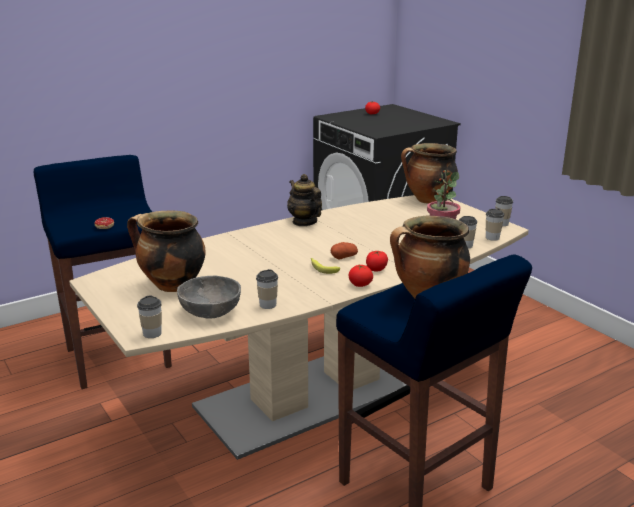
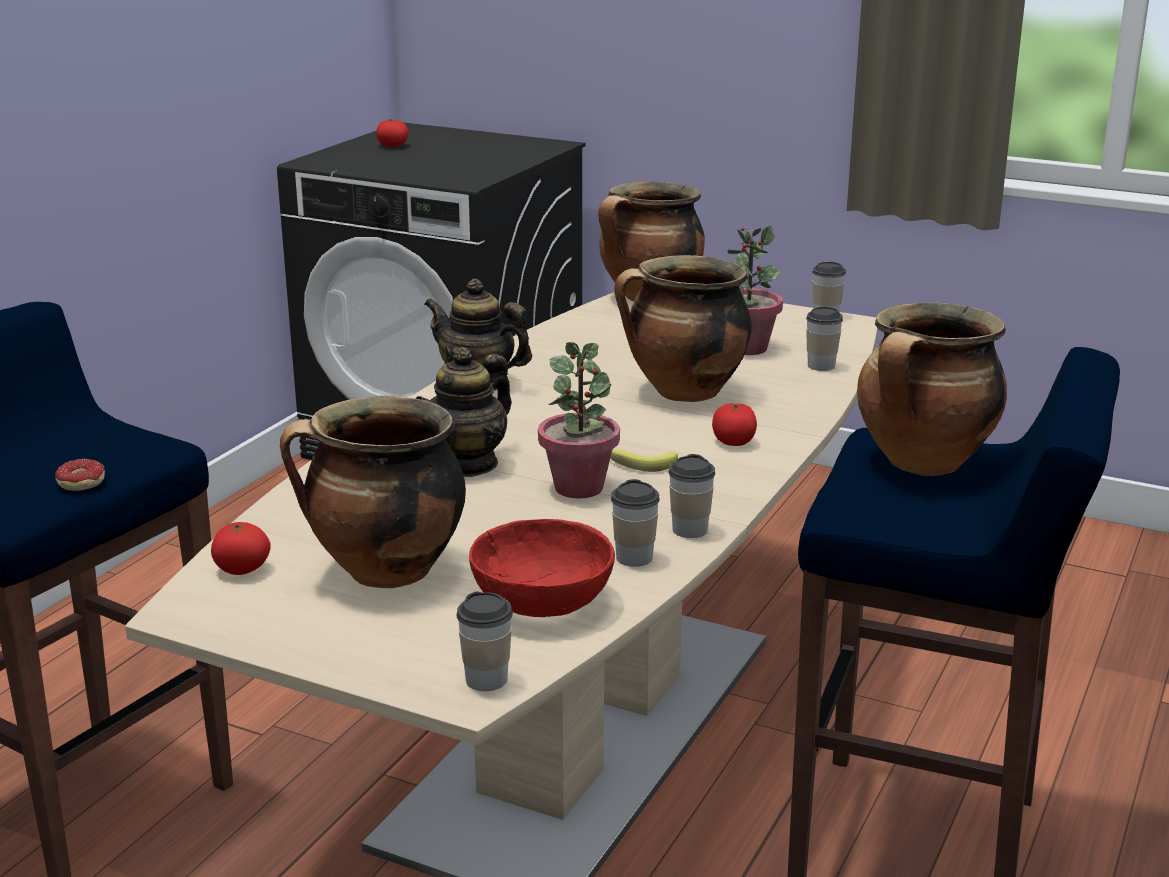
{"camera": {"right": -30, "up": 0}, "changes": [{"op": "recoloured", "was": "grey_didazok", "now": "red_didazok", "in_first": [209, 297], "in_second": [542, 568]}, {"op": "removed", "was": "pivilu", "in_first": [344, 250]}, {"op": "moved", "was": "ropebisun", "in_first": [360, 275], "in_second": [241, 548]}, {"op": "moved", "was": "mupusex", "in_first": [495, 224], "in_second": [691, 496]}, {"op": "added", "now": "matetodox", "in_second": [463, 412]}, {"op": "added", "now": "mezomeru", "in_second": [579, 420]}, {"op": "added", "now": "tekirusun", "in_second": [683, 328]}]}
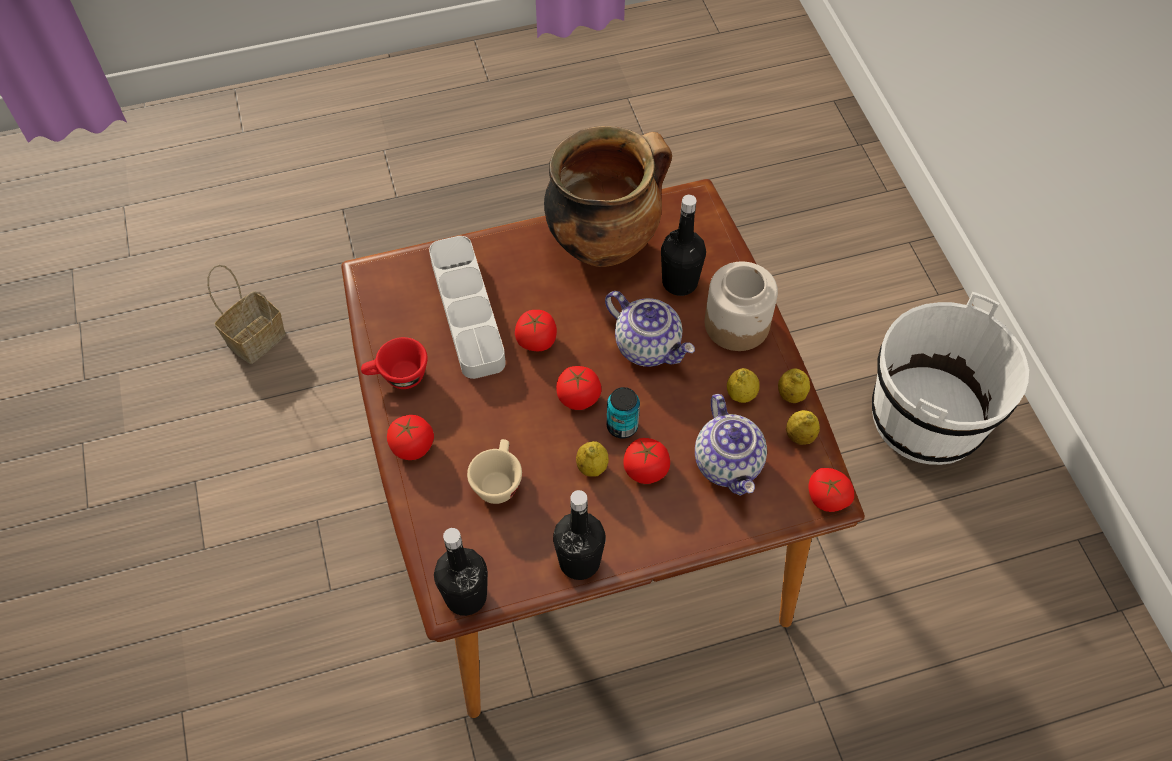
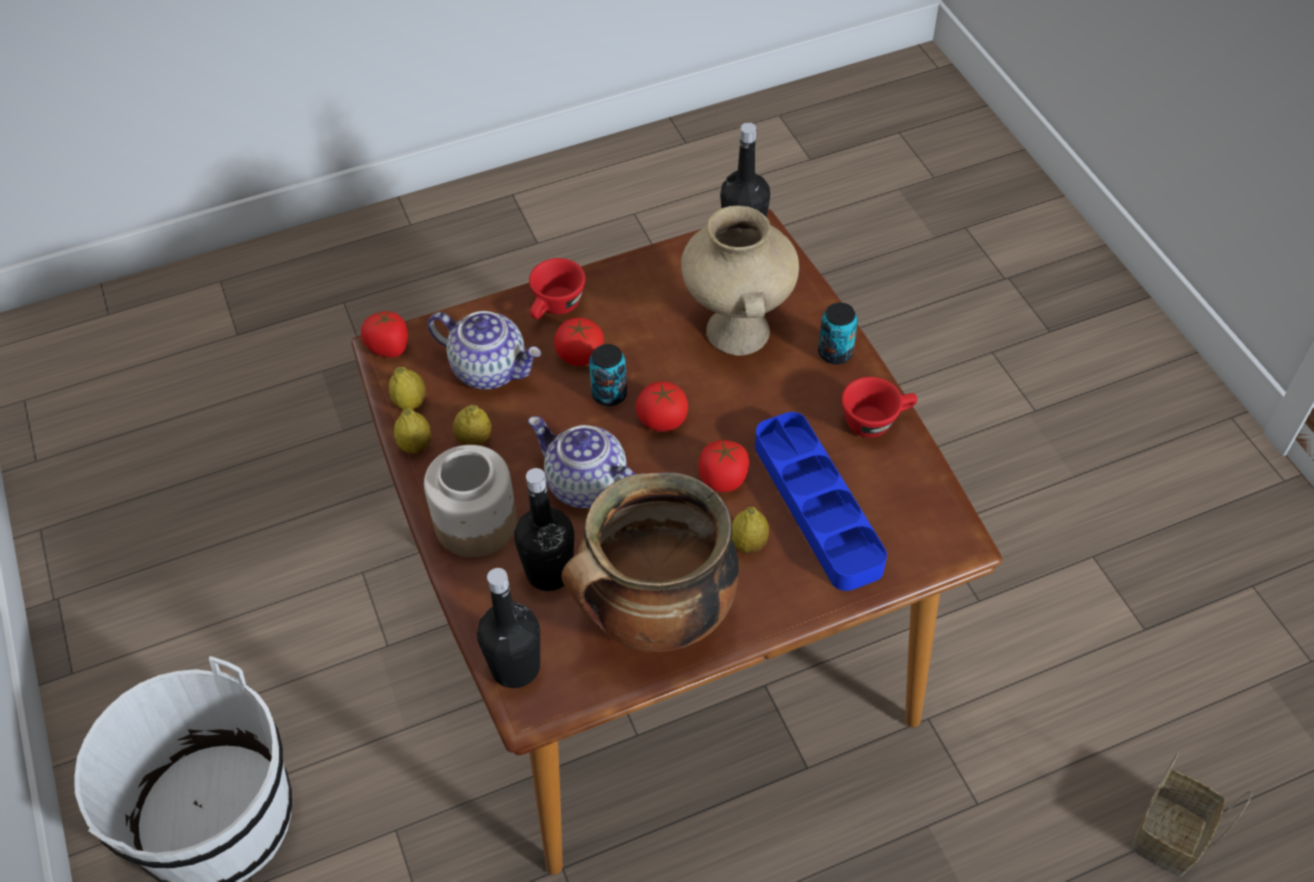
{"camera": {"right": 175, "up": -5}, "changes": [{"op": "replaced", "was": "ropebisun", "now": "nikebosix", "in_first": [410, 437], "in_second": [838, 333]}, {"op": "recoloured", "was": "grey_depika", "now": "blue_depika", "in_first": [467, 307], "in_second": [821, 501]}, {"op": "replaced", "was": "beige_mupusex", "now": "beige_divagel", "in_first": [494, 471], "in_second": [740, 281]}, {"op": "moved", "was": "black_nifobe", "in_first": [579, 535], "in_second": [508, 628]}, {"op": "moved", "was": "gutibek", "in_first": [592, 459], "in_second": [750, 530]}, {"op": "turned", "was": "matetodox", "in_first": [731, 445], "in_second": [485, 350], "clockwise": 135}, {"op": "added", "now": "red_mupusex", "in_second": [557, 288]}]}
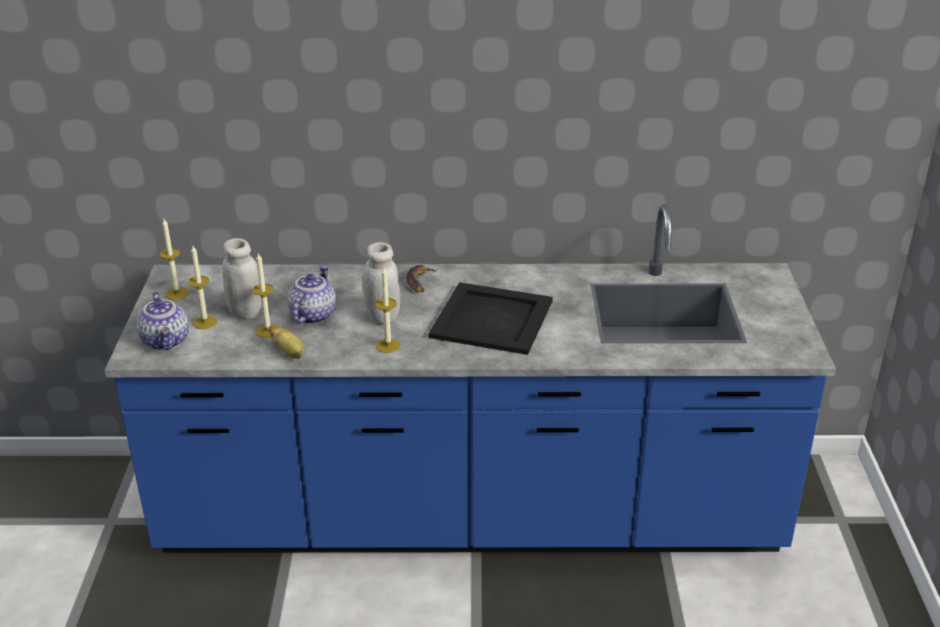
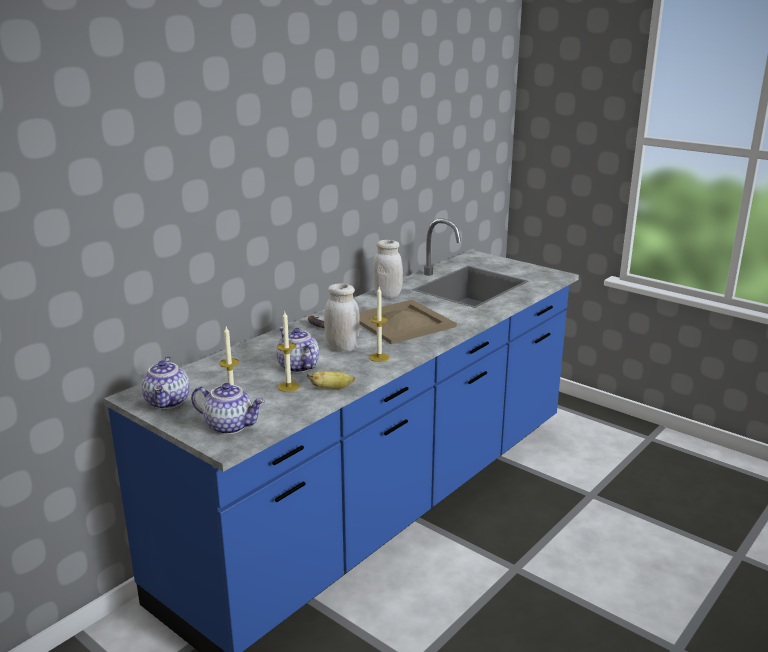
{"camera": {"right": -50, "up": -10}, "changes": [{"op": "replaced", "was": "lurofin", "now": "matetodox", "in_first": [174, 259], "in_second": [165, 382]}, {"op": "moved", "was": "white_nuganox", "in_first": [242, 279], "in_second": [388, 269]}, {"op": "recoloured", "was": "black_depika", "now": "beige_depika", "in_first": [490, 318], "in_second": [408, 322]}]}
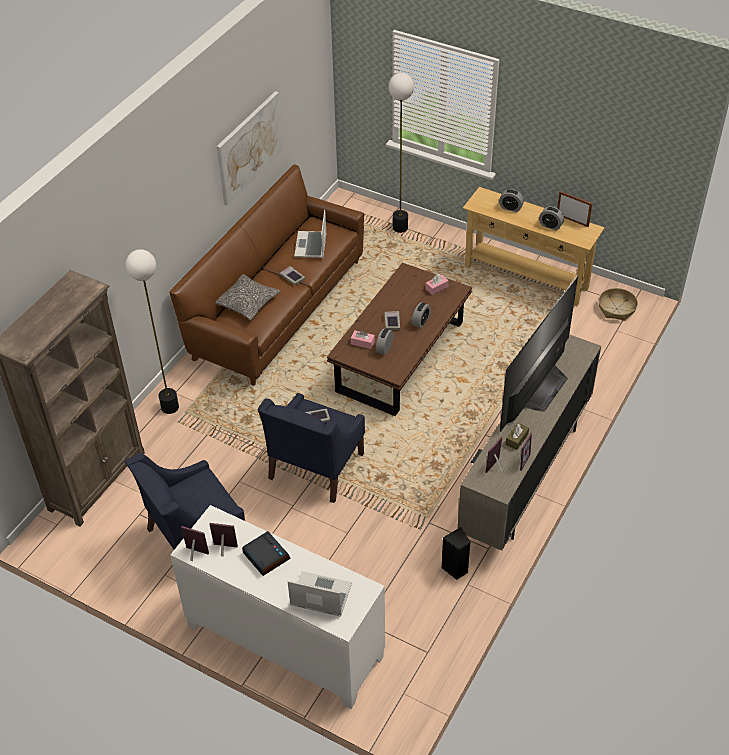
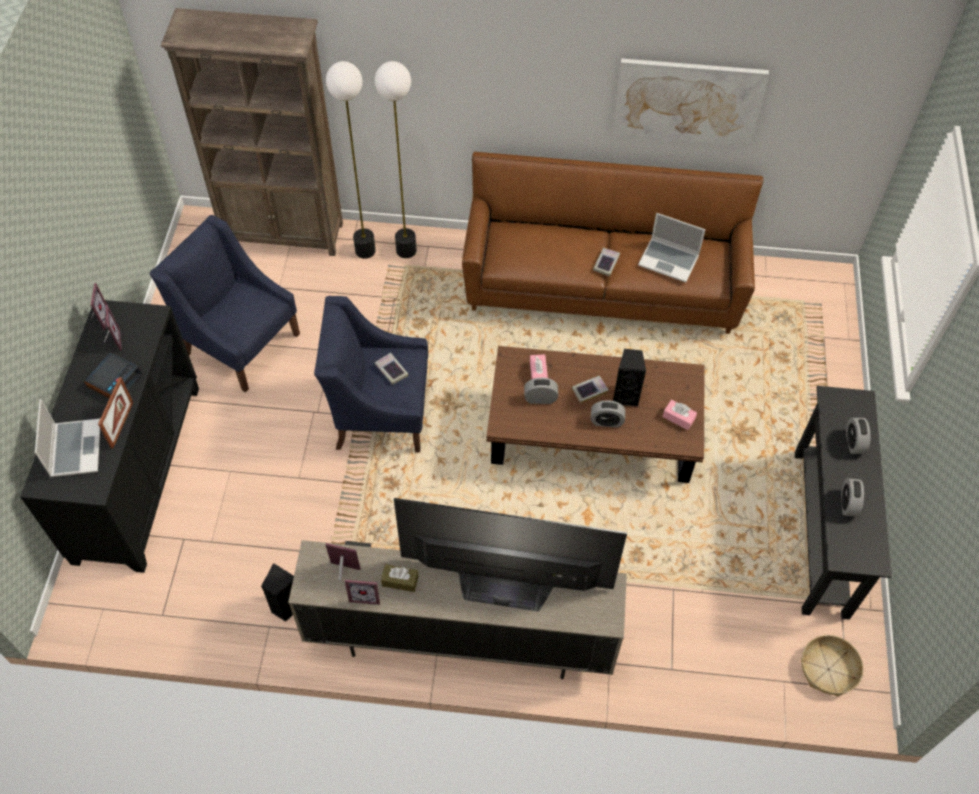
{"camera": {"right": 65, "up": 10}, "changes": [{"op": "recoloured", "was": "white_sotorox", "now": "black_sotorox", "in_first": [277, 607], "in_second": [109, 436]}, {"op": "removed", "was": "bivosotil", "in_first": [248, 297]}, {"op": "turned", "was": "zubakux", "in_first": [310, 234], "in_second": [671, 248], "clockwise": -135}, {"op": "moved", "was": "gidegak", "in_first": [401, 153], "in_second": [351, 160]}, {"op": "recoloured", "was": "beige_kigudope", "now": "black_kigudope", "in_first": [534, 246], "in_second": [843, 502]}, {"op": "moved", "was": "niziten", "in_first": [575, 209], "in_second": [115, 413]}, {"op": "added", "now": "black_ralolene", "in_second": [629, 377]}]}
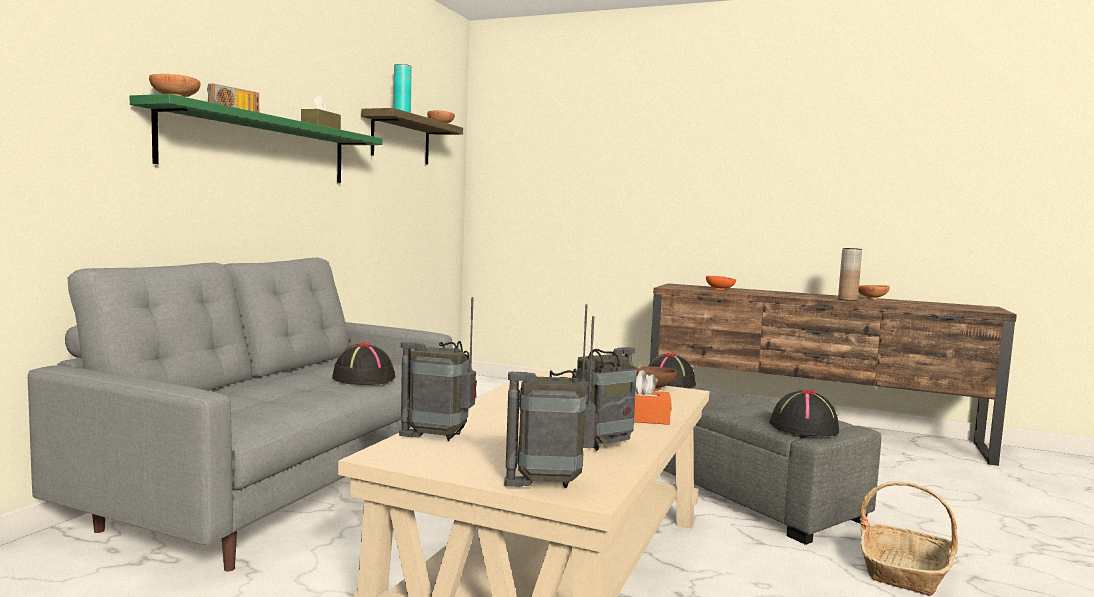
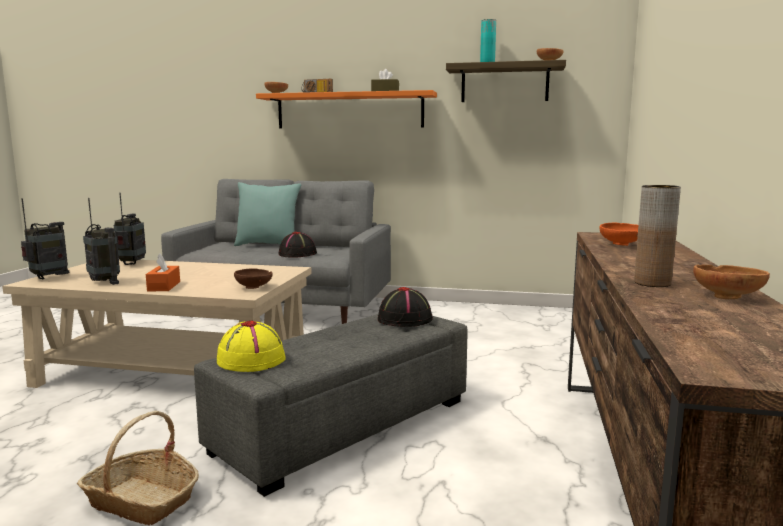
{"camera": {"right": 80, "up": 5}, "changes": [{"op": "recoloured", "was": "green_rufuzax", "now": "orange_rufuzax", "in_first": [256, 138], "in_second": [346, 109]}, {"op": "turned", "was": "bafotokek", "in_first": [551, 402], "in_second": [45, 239], "clockwise": 45}, {"op": "recoloured", "was": "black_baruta", "now": "yellow_baruta", "in_first": [804, 413], "in_second": [251, 346]}, {"op": "added", "now": "turquoise_bivosotil", "in_second": [268, 214]}]}
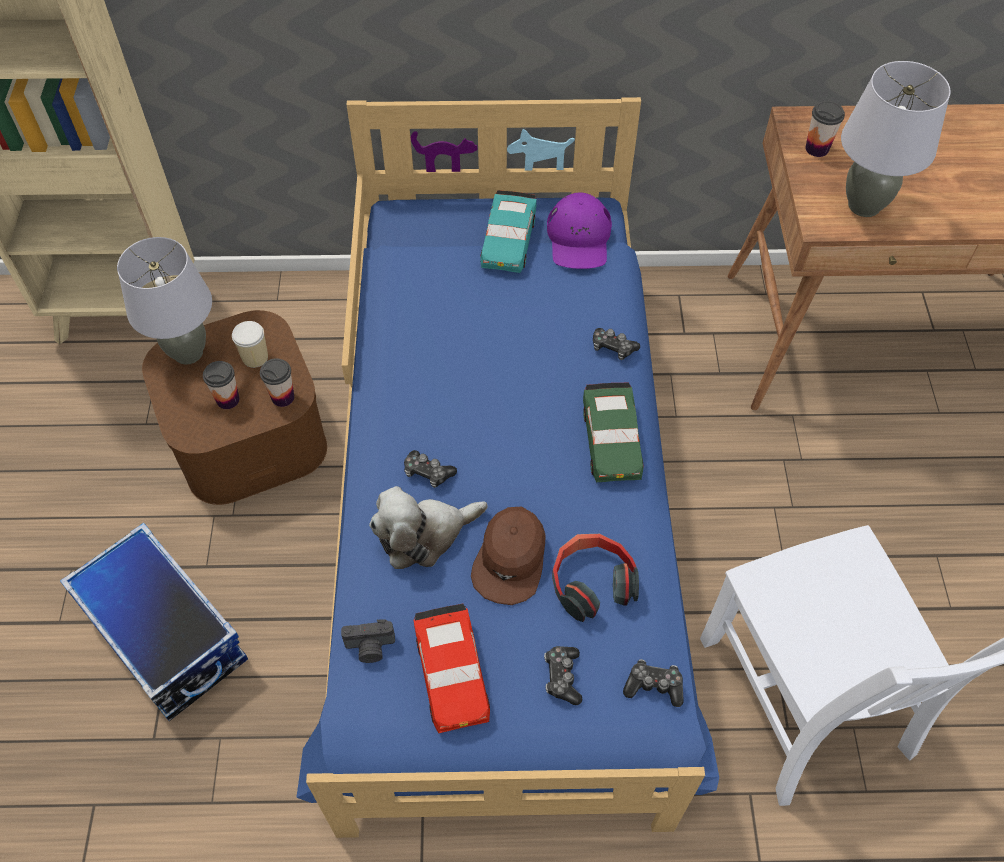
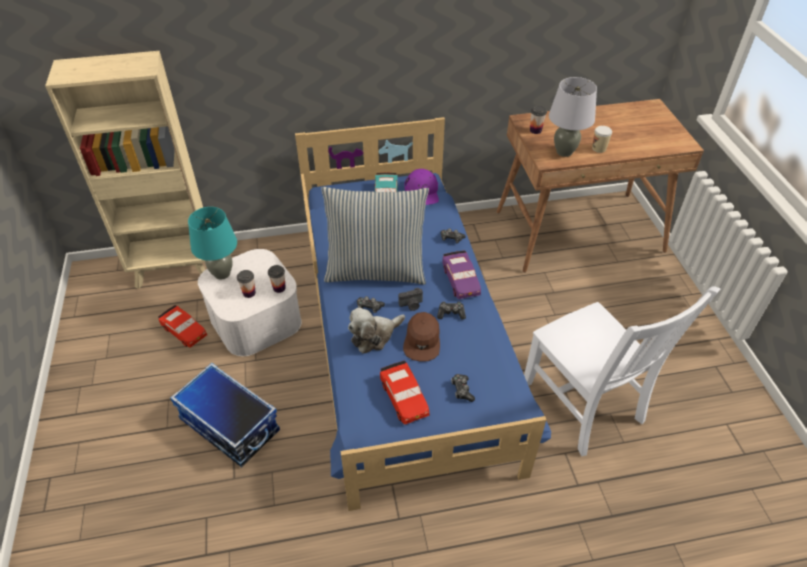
{"camera": {"right": -10, "up": -10}, "changes": [{"op": "recoloured", "was": "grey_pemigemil", "now": "turquoise_pemigemil", "in_first": [164, 301], "in_second": [212, 243]}, {"op": "recoloured", "was": "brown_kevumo", "now": "white_kevumo", "in_first": [234, 407], "in_second": [250, 302]}, {"op": "moved", "was": "mupusex", "in_first": [250, 344], "in_second": [602, 139]}, {"op": "moved", "was": "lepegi", "in_first": [368, 641], "in_second": [411, 299]}, {"op": "removed", "was": "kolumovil", "in_first": [595, 578]}, {"op": "recoloured", "was": "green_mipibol", "now": "purple_mipibol", "in_first": [613, 432], "in_second": [462, 274]}, {"op": "moved", "was": "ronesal", "in_first": [653, 683], "in_second": [451, 311]}, {"op": "added", "now": "red_mipibol", "in_second": [182, 326]}, {"op": "added", "now": "bivosotil", "in_second": [375, 236]}]}
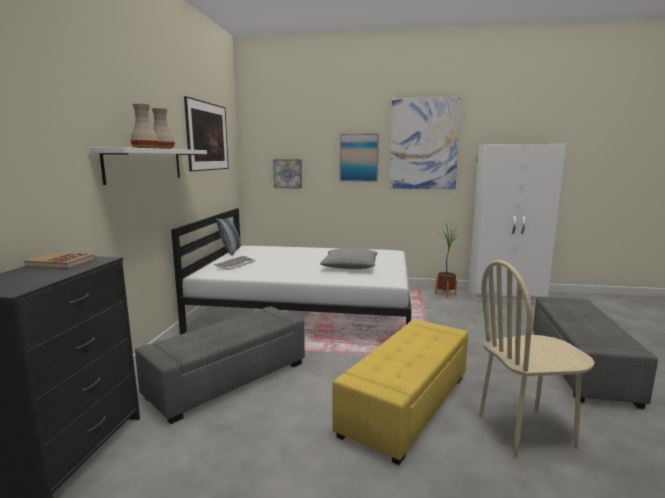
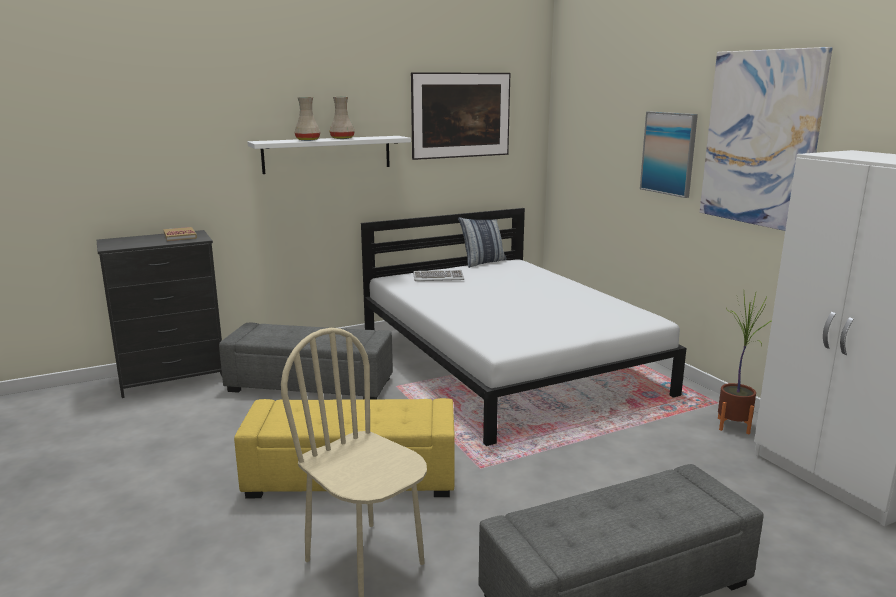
{"camera": {"right": 55, "up": 5}, "changes": [{"op": "removed", "was": "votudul", "in_first": [287, 173]}, {"op": "removed", "was": "grey_bivosotil", "in_first": [348, 258]}]}
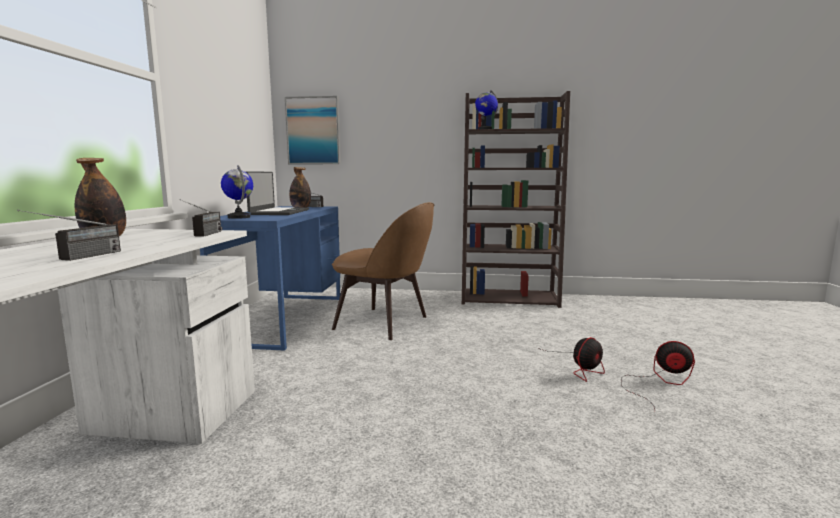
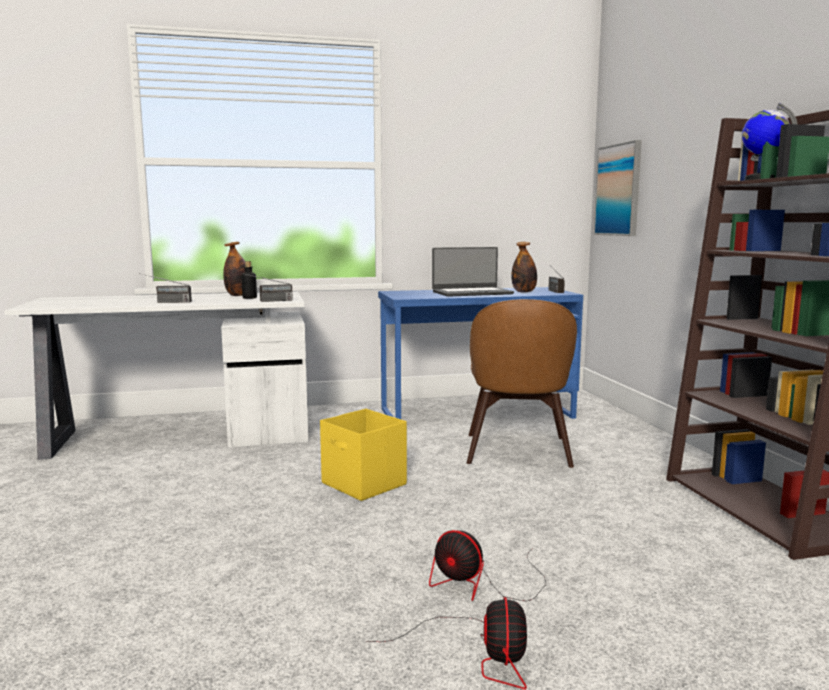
{"camera": {"right": 70, "up": 0}, "changes": [{"op": "removed", "was": "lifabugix", "in_first": [237, 192]}, {"op": "added", "now": "nifobe", "in_second": [249, 280]}, {"op": "added", "now": "yellow_kevumo", "in_second": [363, 455]}]}
